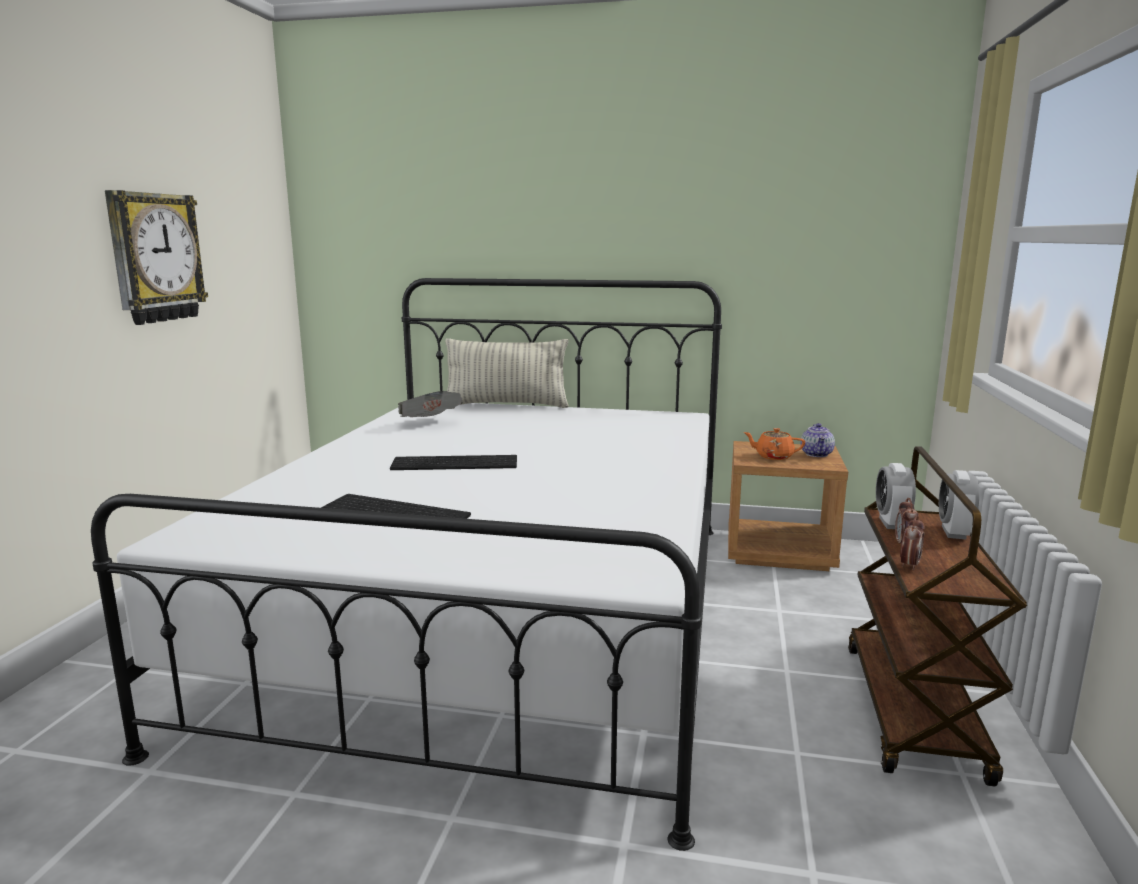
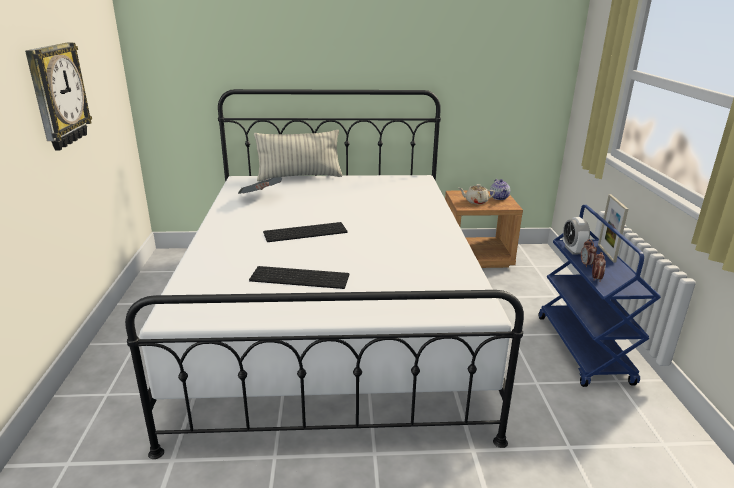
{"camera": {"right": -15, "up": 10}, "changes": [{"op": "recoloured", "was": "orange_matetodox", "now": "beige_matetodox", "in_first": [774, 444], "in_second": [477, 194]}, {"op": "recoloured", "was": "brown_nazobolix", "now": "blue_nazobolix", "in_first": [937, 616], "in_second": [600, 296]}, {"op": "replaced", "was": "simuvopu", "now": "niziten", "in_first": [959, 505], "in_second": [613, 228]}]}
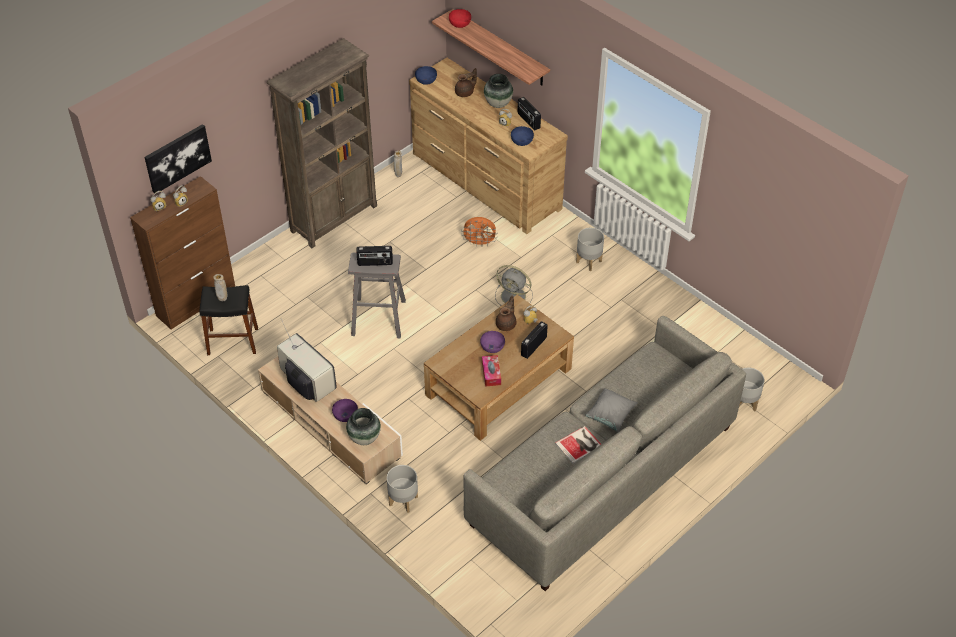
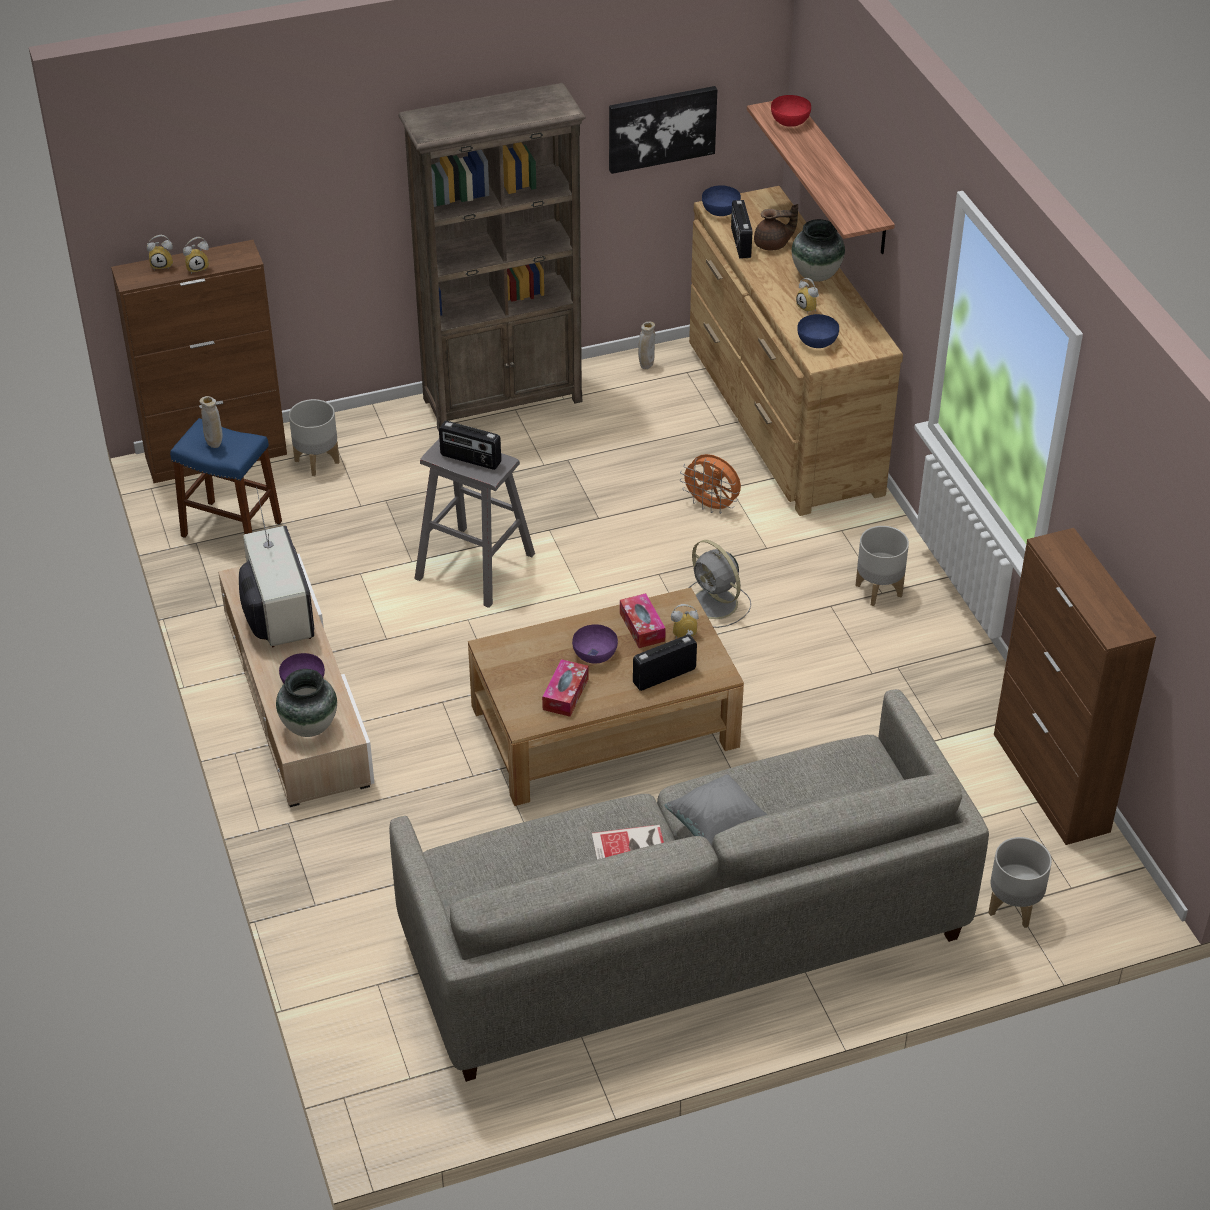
{"camera": {"right": 25, "up": -5}, "changes": [{"op": "moved", "was": "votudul", "in_first": [178, 159], "in_second": [663, 130]}, {"op": "recoloured", "was": "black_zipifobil", "now": "blue_zipifobil", "in_first": [228, 320], "in_second": [226, 478]}, {"op": "moved", "was": "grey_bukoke", "in_first": [402, 489], "in_second": [314, 437]}, {"op": "replaced", "was": "brown_matetodox", "now": "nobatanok", "in_first": [506, 313], "in_second": [643, 620]}, {"op": "moved", "was": "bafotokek", "in_first": [529, 114], "in_second": [741, 229]}, {"op": "added", "now": "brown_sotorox", "in_second": [1075, 686]}]}
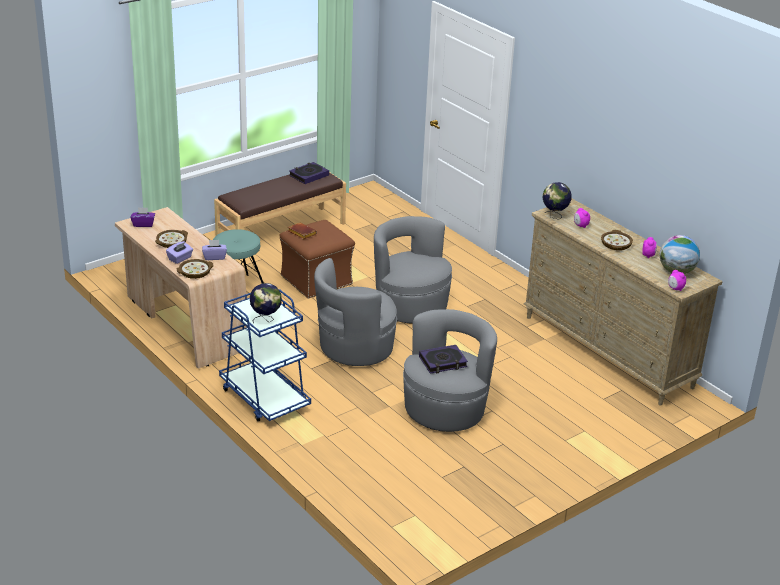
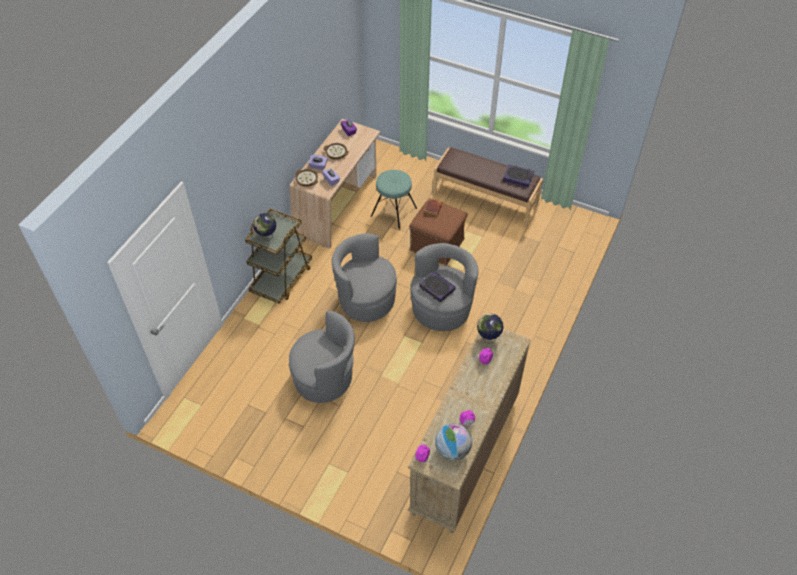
{"camera": {"right": 65, "up": 20}, "changes": [{"op": "recoloured", "was": "blue_nazobolix", "now": "brown_nazobolix", "in_first": [265, 355], "in_second": [278, 256]}, {"op": "moved", "was": "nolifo", "in_first": [443, 359], "in_second": [437, 287]}, {"op": "removed", "was": "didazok", "in_first": [617, 240]}]}
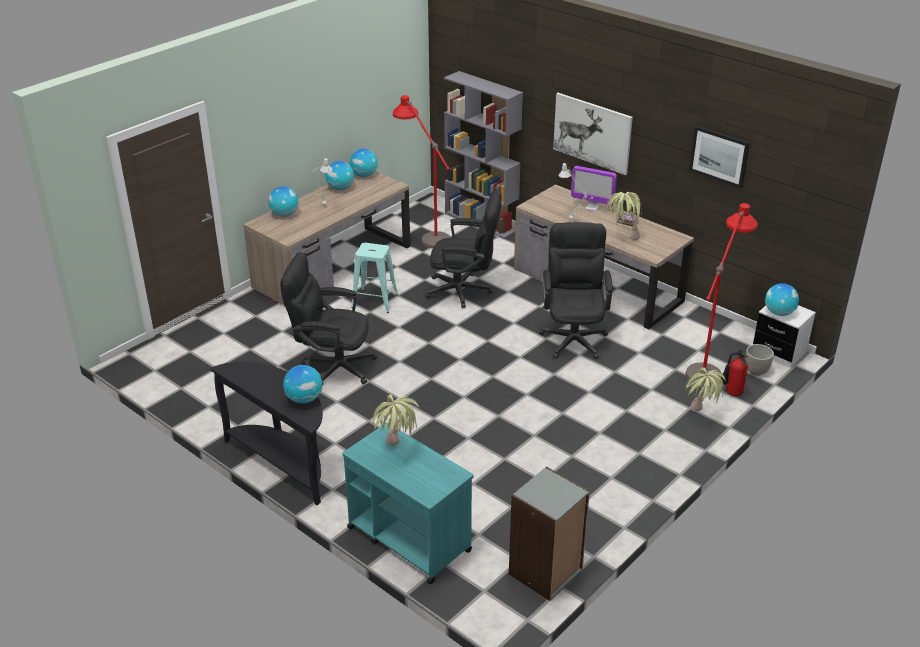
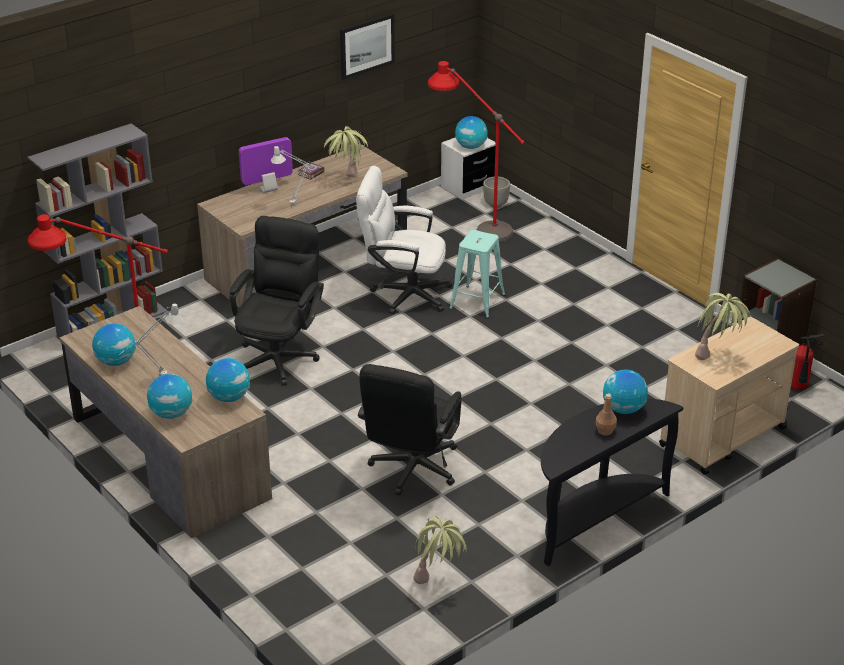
{"camera": {"right": -80, "up": 0}, "changes": [{"op": "recoloured", "was": "turquoise_nazobolix", "now": "beige_nazobolix", "in_first": [407, 503], "in_second": [729, 396]}, {"op": "moved", "was": "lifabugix", "in_first": [364, 163], "in_second": [228, 380]}, {"op": "moved", "was": "turquoise_zipifobil", "in_first": [374, 278], "in_second": [477, 274]}, {"op": "recoloured", "was": "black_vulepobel", "now": "white_vulepobel", "in_first": [576, 290], "in_second": [404, 240]}, {"op": "removed", "was": "votudul", "in_first": [593, 134]}, {"op": "turned", "was": "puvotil", "in_first": [594, 188], "in_second": [266, 165], "clockwise": -150}, {"op": "moved", "was": "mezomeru", "in_first": [706, 389], "in_second": [440, 550]}, {"op": "moved", "was": "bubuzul", "in_first": [734, 372], "in_second": [808, 362]}, {"op": "added", "now": "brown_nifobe", "in_second": [606, 415]}]}
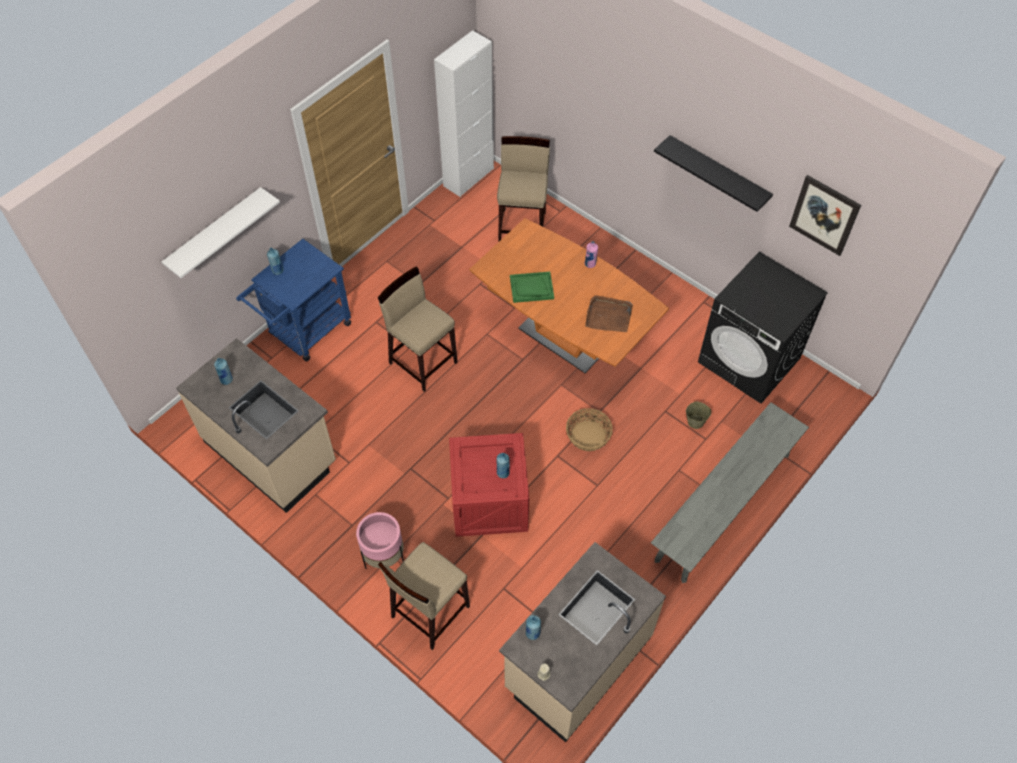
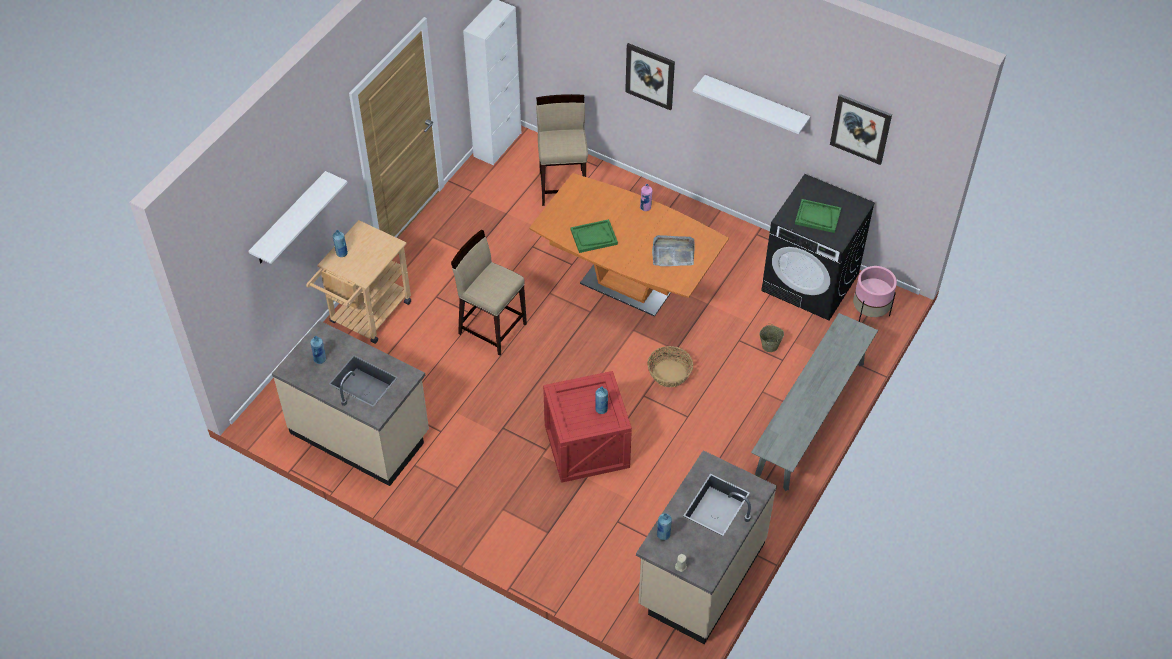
{"camera": {"right": -10, "up": -5}, "changes": [{"op": "recoloured", "was": "blue_nazobolix", "now": "beige_nazobolix", "in_first": [293, 300], "in_second": [358, 282]}, {"op": "moved", "was": "pink_bukoke", "in_first": [380, 540], "in_second": [875, 294]}, {"op": "removed", "was": "beige_zipifobil", "in_first": [424, 596]}, {"op": "recoloured", "was": "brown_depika", "now": "grey_depika", "in_first": [609, 313], "in_second": [673, 250]}, {"op": "recoloured", "was": "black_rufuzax", "now": "white_rufuzax", "in_first": [713, 173], "in_second": [751, 104]}, {"op": "added", "now": "votudul", "in_second": [650, 77]}, {"op": "added", "now": "green_depika", "in_second": [818, 216]}]}
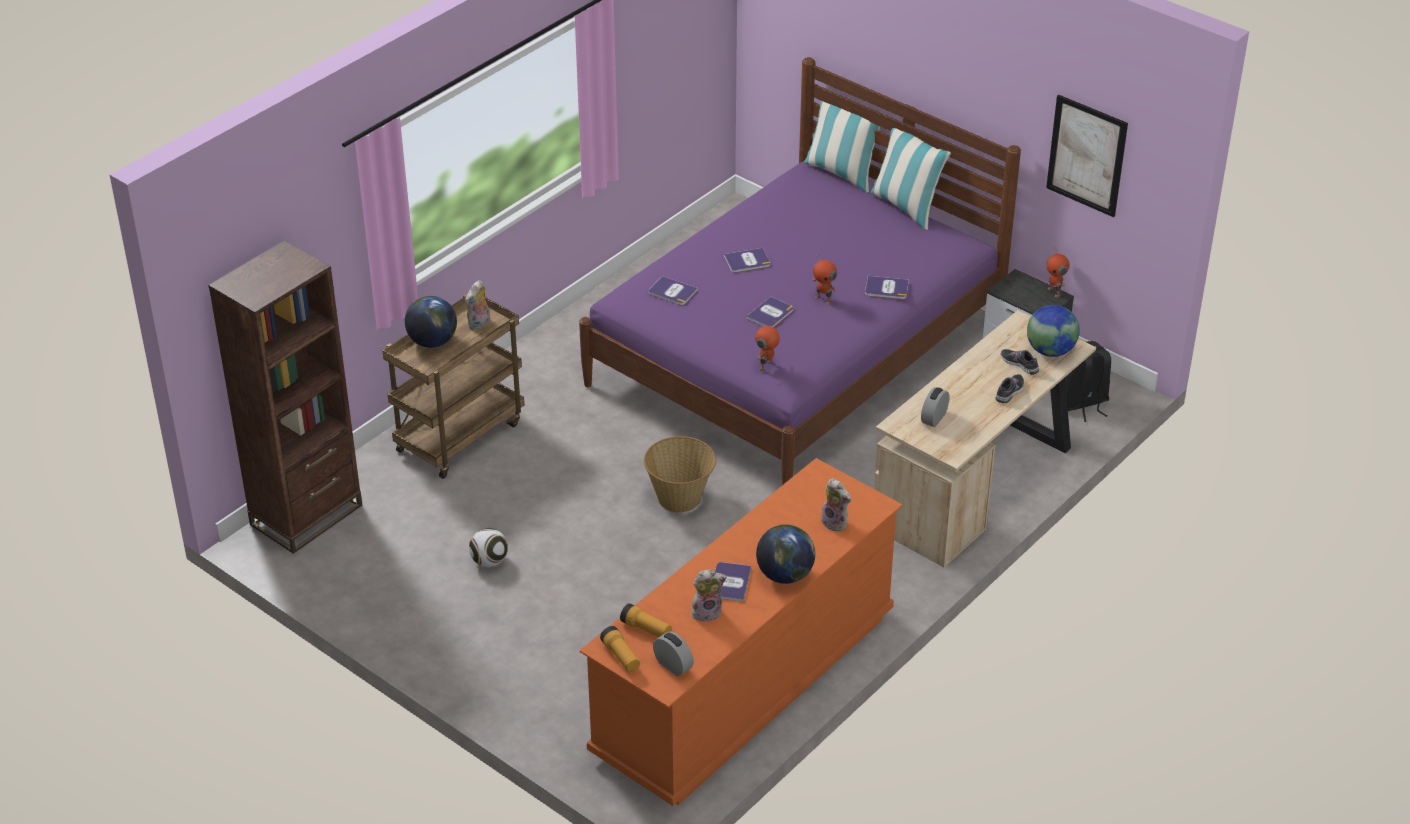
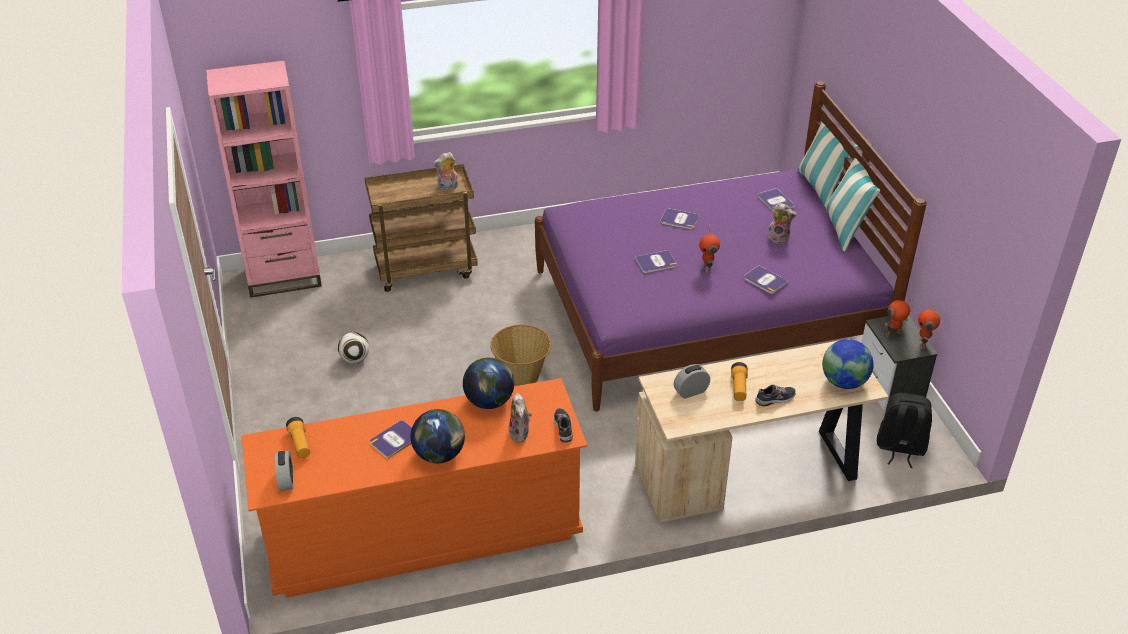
{"camera": {"right": 35, "up": 0}, "changes": [{"op": "recoloured", "was": "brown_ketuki", "now": "pink_ketuki", "in_first": [285, 397], "in_second": [264, 179]}, {"op": "moved", "was": "lifabugix", "in_first": [431, 322], "in_second": [488, 383]}, {"op": "moved", "was": "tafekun", "in_first": [620, 649], "in_second": [739, 381]}, {"op": "moved", "was": "nolifo", "in_first": [673, 290], "in_second": [776, 199]}, {"op": "moved", "was": "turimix", "in_first": [709, 595], "in_second": [782, 223]}, {"op": "moved", "was": "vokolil", "in_first": [767, 346], "in_second": [898, 318]}, {"op": "moved", "was": "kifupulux", "in_first": [1020, 362], "in_second": [563, 425]}, {"op": "removed", "was": "votudul", "in_first": [1087, 155]}]}
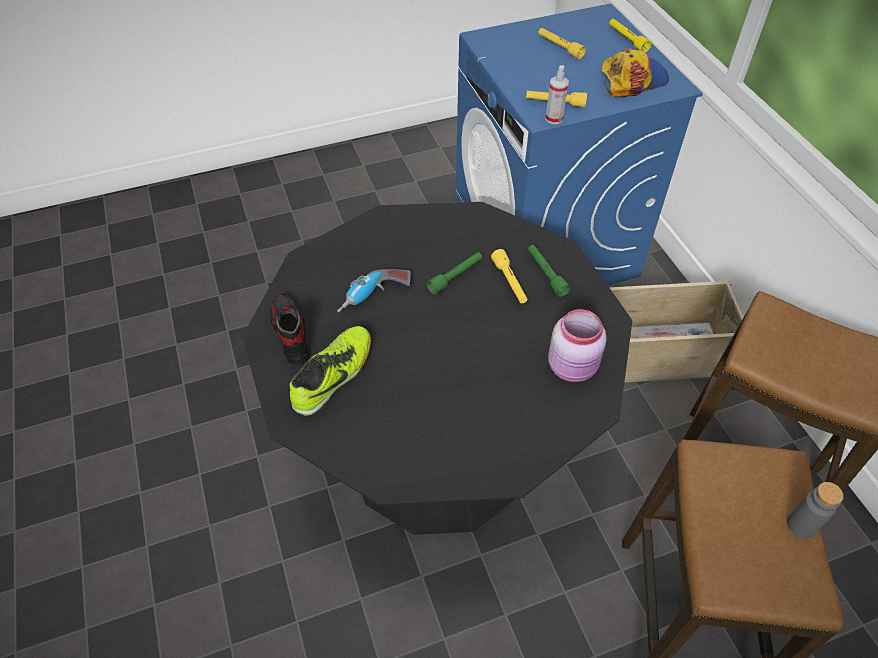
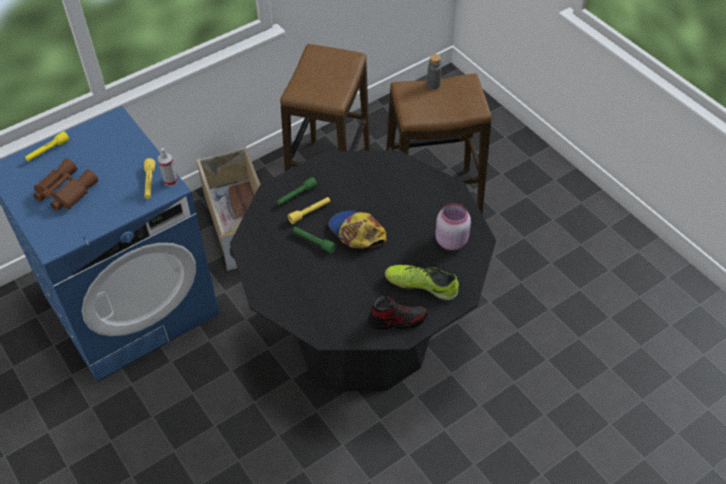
{"camera": {"right": -105, "up": 0}, "changes": [{"op": "turned", "was": "kifupulux", "in_first": [290, 329], "in_second": [398, 313], "clockwise": -150}, {"op": "removed", "was": "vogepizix", "in_first": [374, 290]}, {"op": "replaced", "was": "yellow_tafekun", "now": "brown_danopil", "in_first": [562, 43], "in_second": [66, 184]}, {"op": "moved", "was": "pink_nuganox", "in_first": [577, 345], "in_second": [453, 226]}, {"op": "moved", "was": "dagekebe", "in_first": [635, 72], "in_second": [357, 229]}]}
